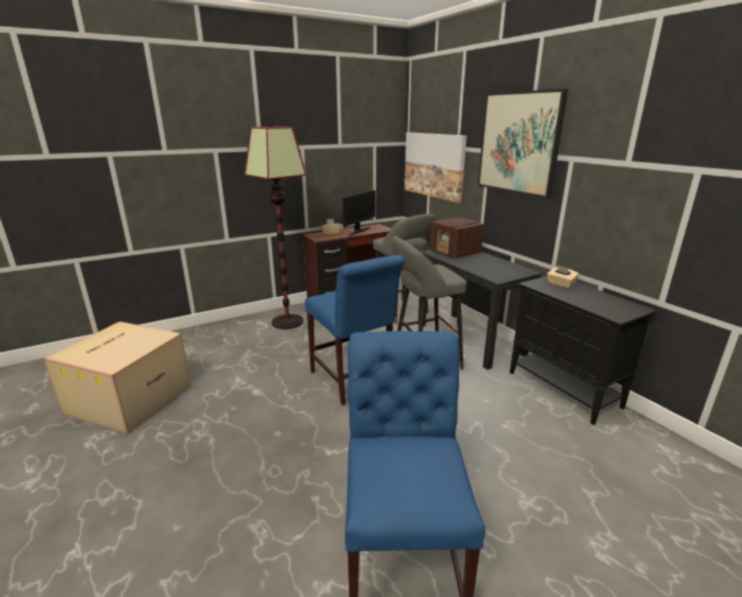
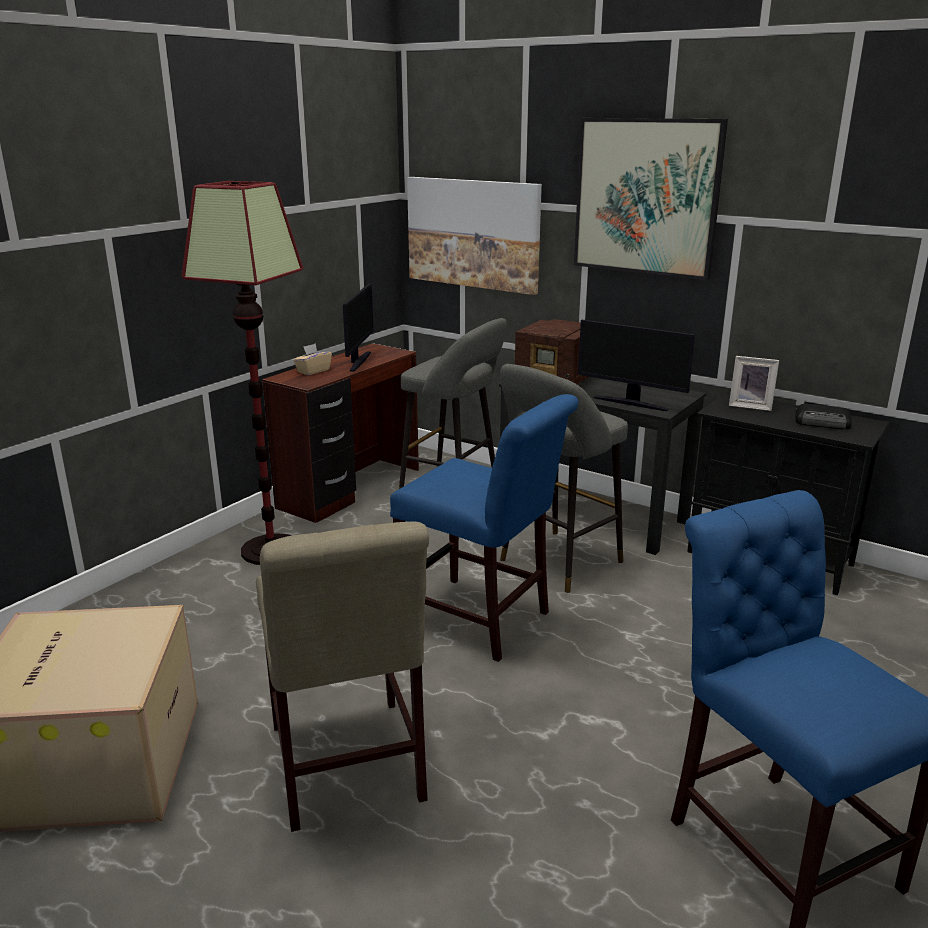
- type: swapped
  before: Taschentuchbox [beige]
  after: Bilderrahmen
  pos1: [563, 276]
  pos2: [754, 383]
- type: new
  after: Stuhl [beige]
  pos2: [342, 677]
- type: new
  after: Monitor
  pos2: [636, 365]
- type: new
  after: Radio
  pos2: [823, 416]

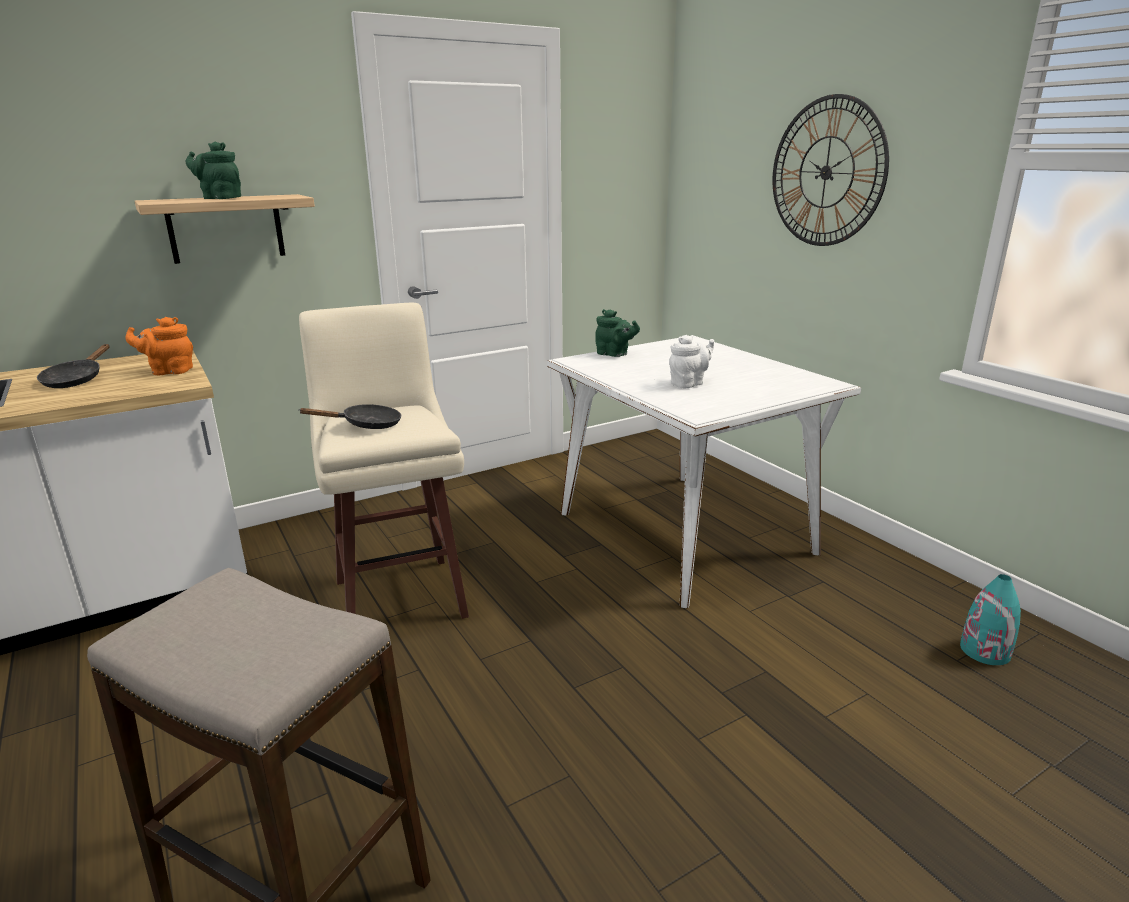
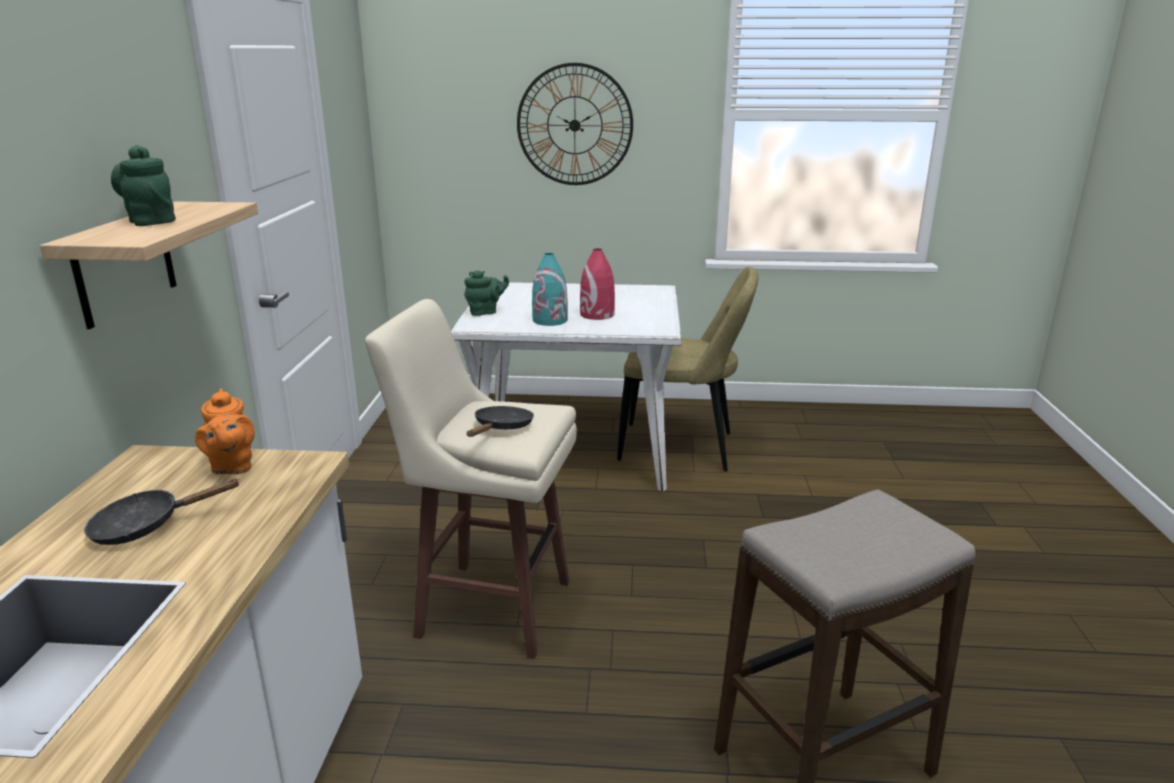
- type: rotated
  before: Pfanne [schwarz]
  pos1: [73, 366]
  pos2: [162, 512]
  turn: 120
- type: rotated
  before: Teekanne [orange]
  pos1: [159, 346]
  pos2: [225, 431]
  turn: -45
- type: rotated
  before: Teekanne [grün]
  pos1: [213, 170]
  pos2: [143, 185]
  turn: 90
- type: swapped
  before: Teekanne [weiß]
  after: Vase [rot]
  pos1: [691, 361]
  pos2: [597, 284]
- type: shifted
  before: Vase [türkis]
  pos1: [990, 619]
  pos2: [550, 289]
- type: new
  after: Stuhl [beige]
  pos2: [687, 369]

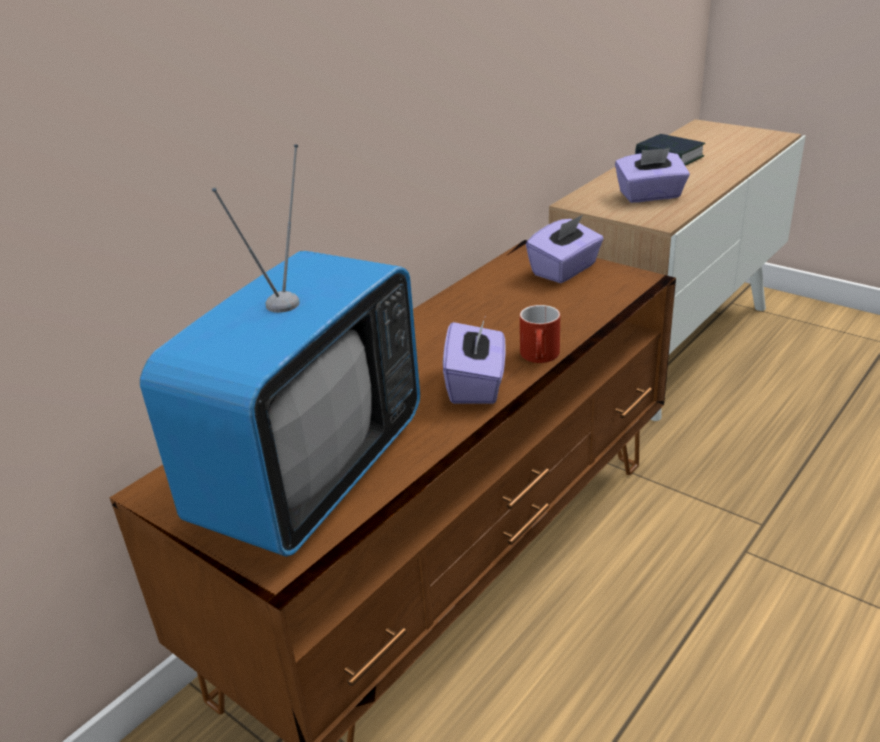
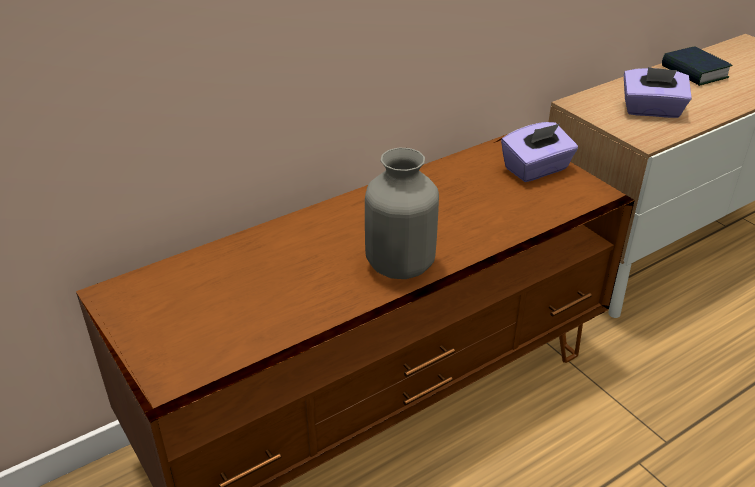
- type: gone
  before: Fernseher
  pos1: [280, 350]
- type: swapped
  before: Taschentuchbox [lila]
  after: Vase [grau]
  pos1: [474, 361]
  pos2: [402, 213]
- type: gone
  before: Henkelbecher [rot]
  pos1: [540, 334]

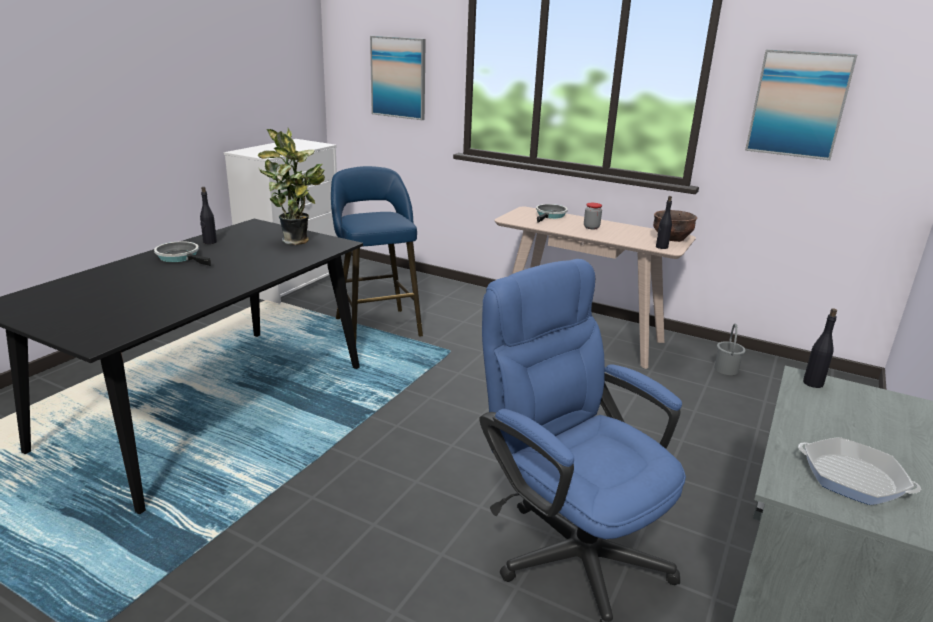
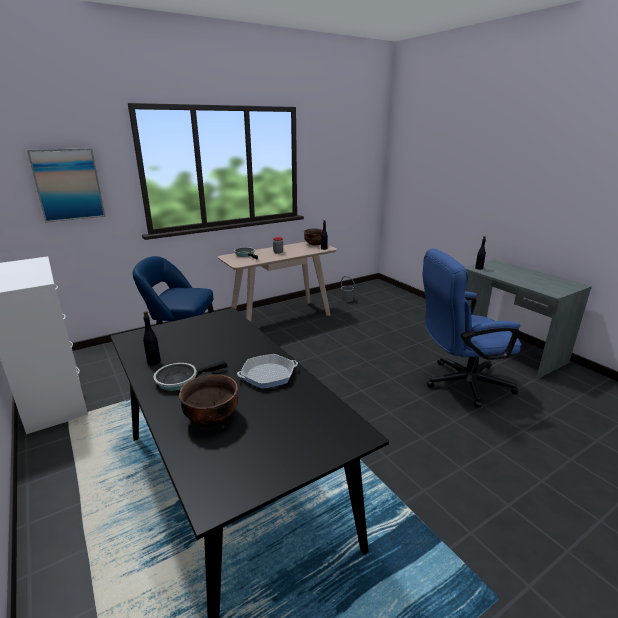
- type: gone
  before: Topfpflanze
  pos1: [291, 186]
- type: gone
  before: Bild
  pos1: [801, 105]
- type: shifted
  before: Pfanne
  pos1: [859, 471]
  pos2: [267, 371]
- type: new
  after: Schüssel [braun]
  pos2: [208, 400]

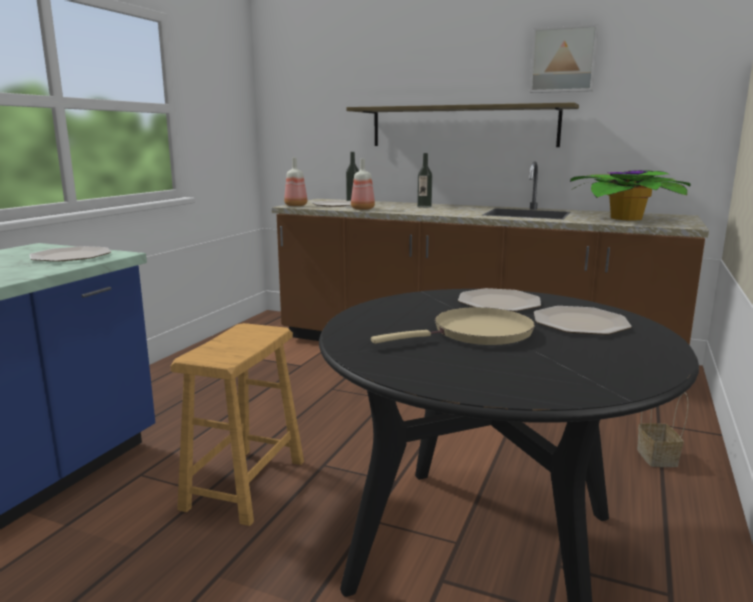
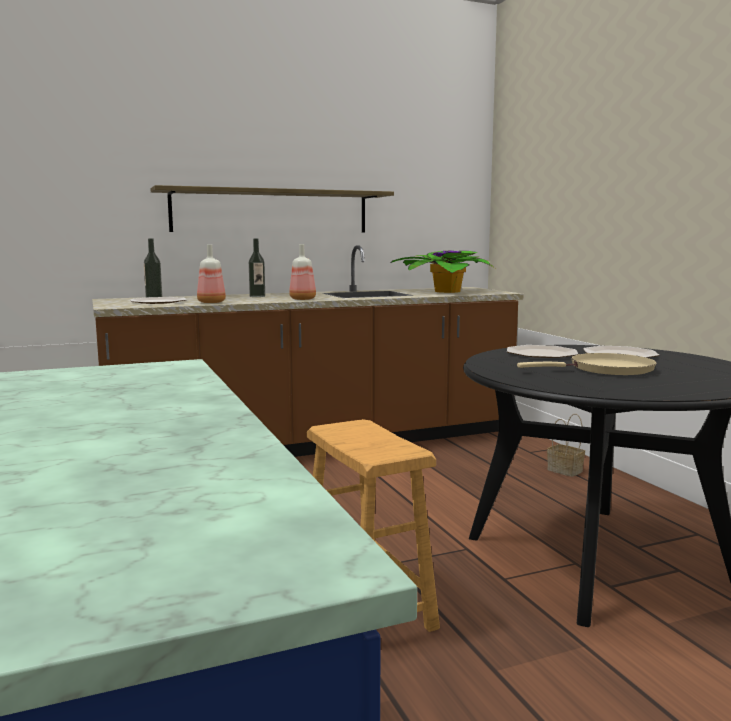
- type: gone
  before: Teller
  pos1: [70, 254]
- type: shifted
  before: Flasche
  pos1: [295, 182]
  pos2: [302, 272]
- type: rotated
  before: Pfanne [beige]
  pos1: [453, 326]
  pos2: [587, 364]
  turn: 60
- type: gone
  before: Bild
  pos1: [564, 58]

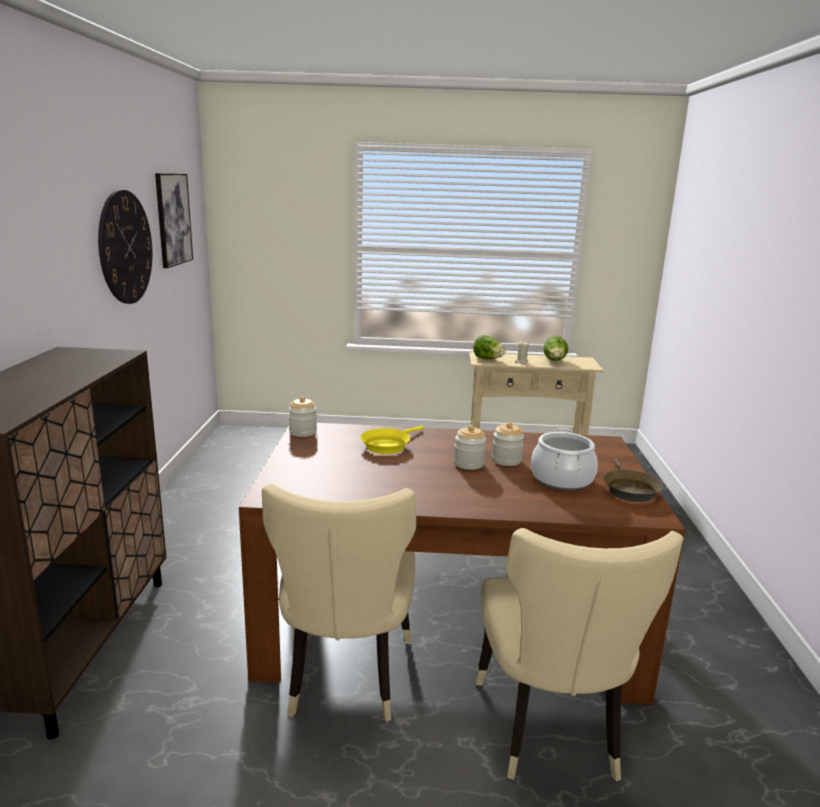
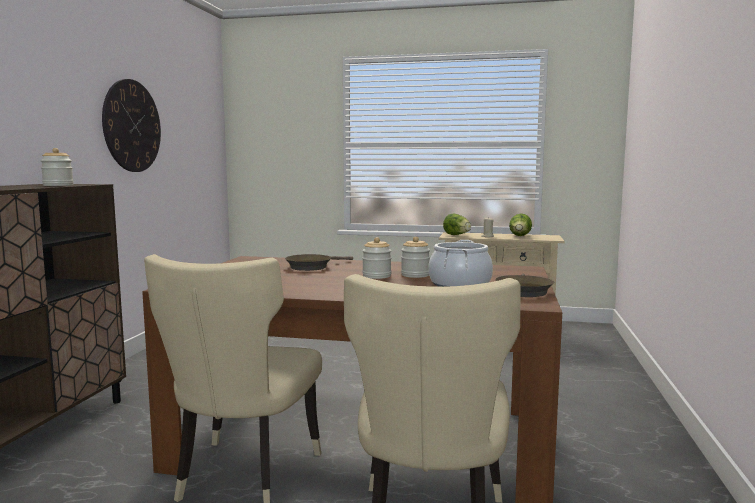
- type: gone
  before: Bild
  pos1: [174, 220]
- type: shifted
  before: Vorratsglas
  pos1: [303, 416]
  pos2: [57, 167]
- type: repainted
  before: Pfanne [gelb]
  after: Pfanne [braun]
  pos1: [392, 440]
  pos2: [319, 262]

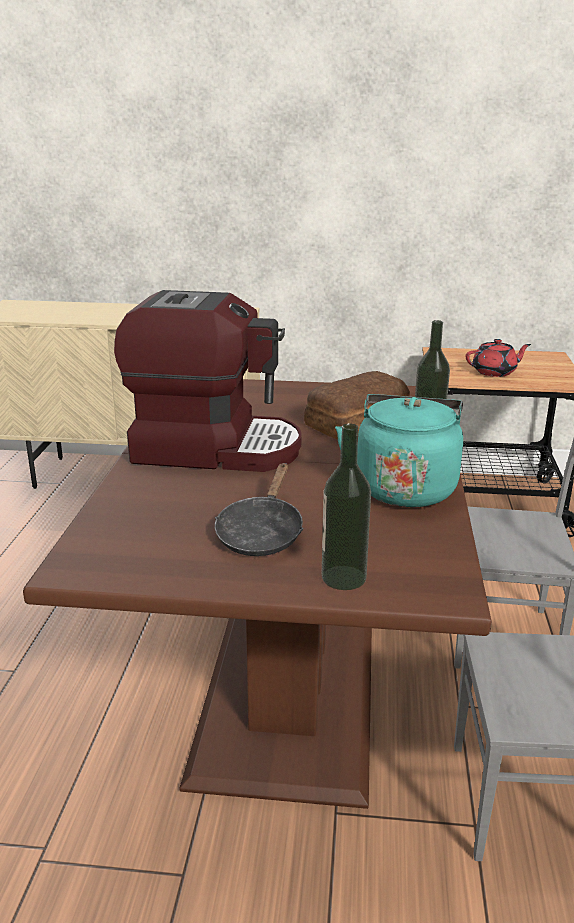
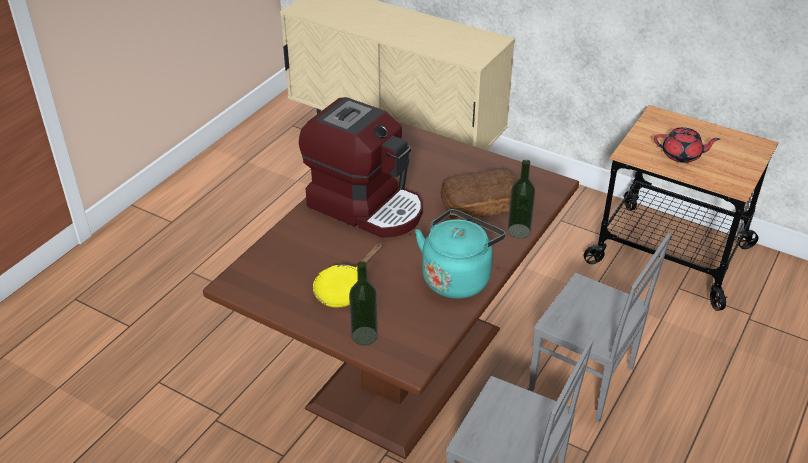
- type: repainted
  before: Pfanne [schwarz]
  after: Pfanne [gelb]
  pos1: [259, 509]
  pos2: [347, 275]

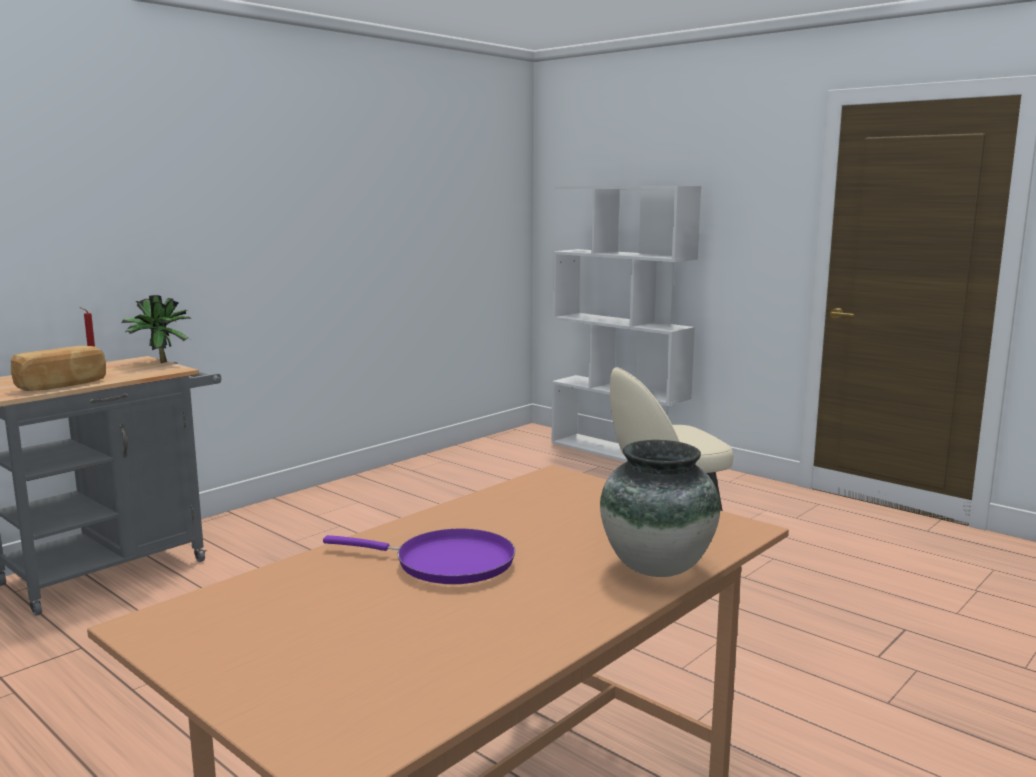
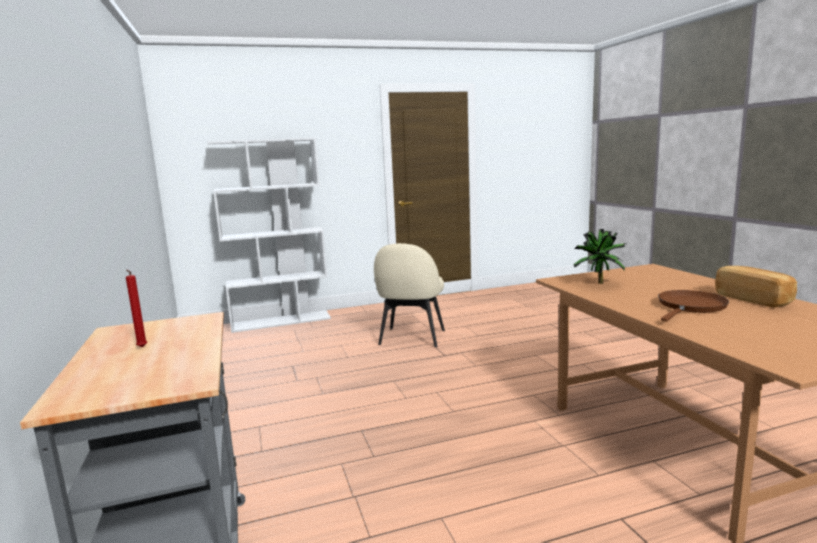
- type: shifted
  before: Brot
  pos1: [58, 368]
  pos2: [756, 287]
- type: shifted
  before: Topfpflanze
  pos1: [157, 329]
  pos2: [599, 256]
- type: repainted
  before: Pfanne [lila]
  after: Pfanne [braun]
  pos1: [419, 556]
  pos2: [693, 305]
- type: gone
  before: Vase
  pos1: [660, 508]

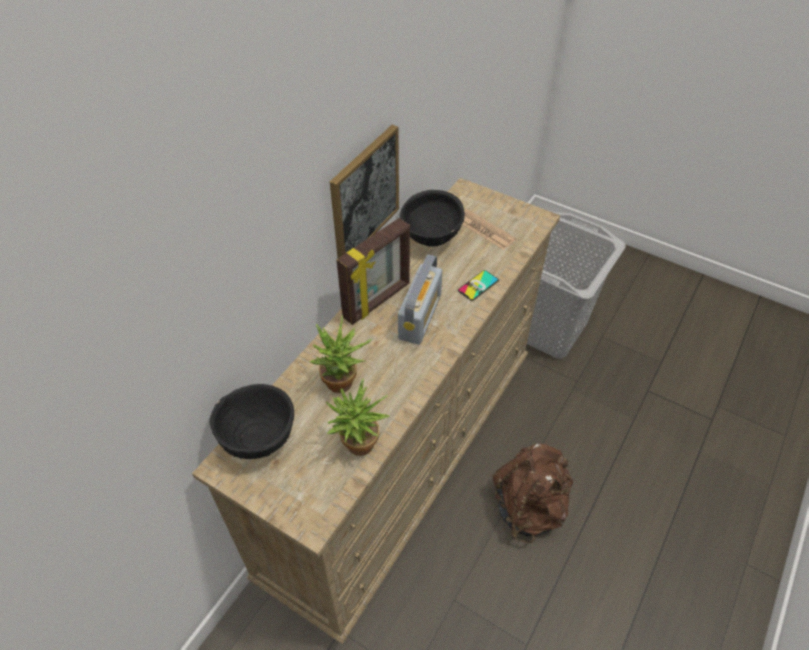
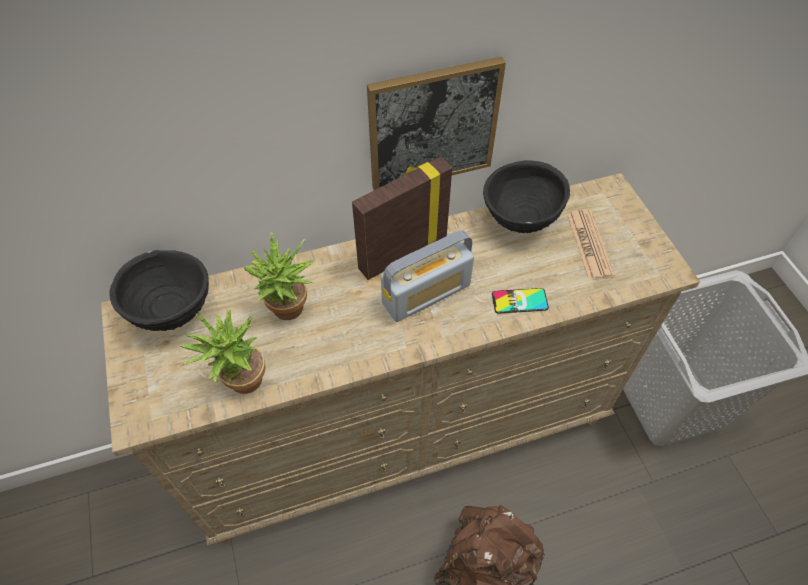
- type: rotated
  before: Bilderrahmen
  pos1: [373, 271]
  pos2: [402, 218]
  turn: 150

